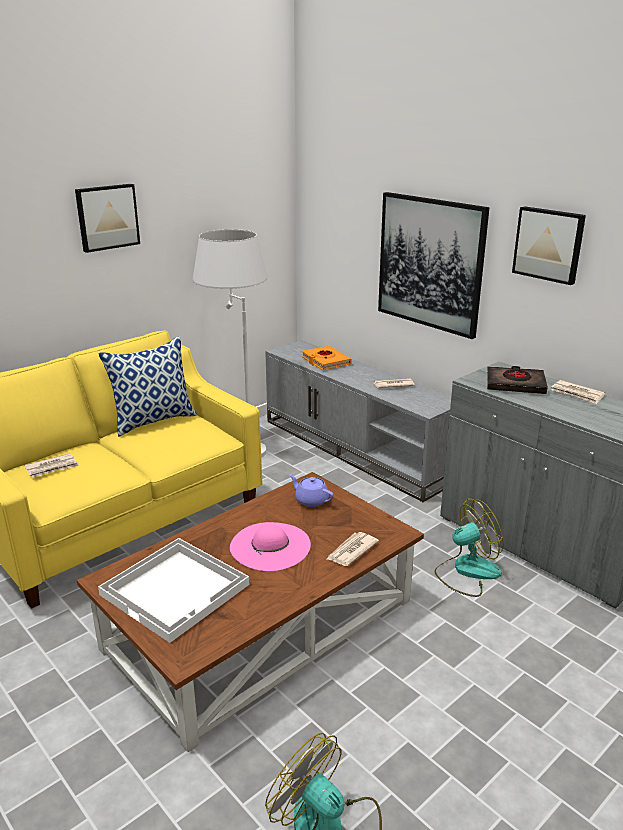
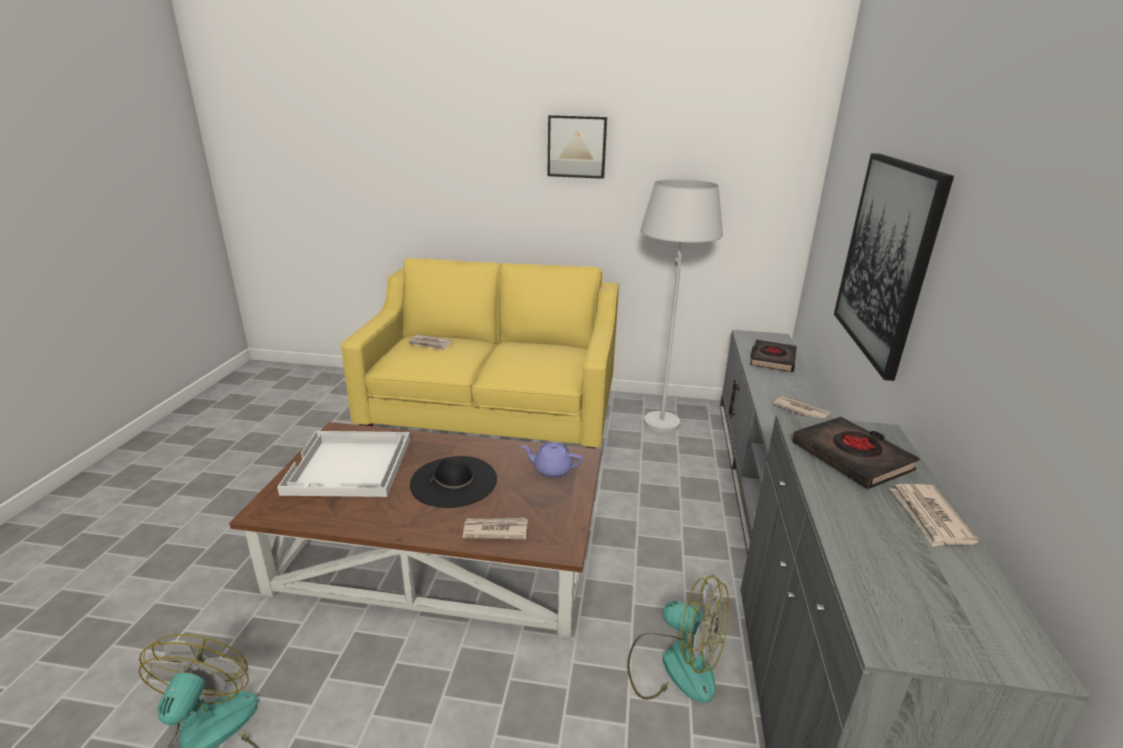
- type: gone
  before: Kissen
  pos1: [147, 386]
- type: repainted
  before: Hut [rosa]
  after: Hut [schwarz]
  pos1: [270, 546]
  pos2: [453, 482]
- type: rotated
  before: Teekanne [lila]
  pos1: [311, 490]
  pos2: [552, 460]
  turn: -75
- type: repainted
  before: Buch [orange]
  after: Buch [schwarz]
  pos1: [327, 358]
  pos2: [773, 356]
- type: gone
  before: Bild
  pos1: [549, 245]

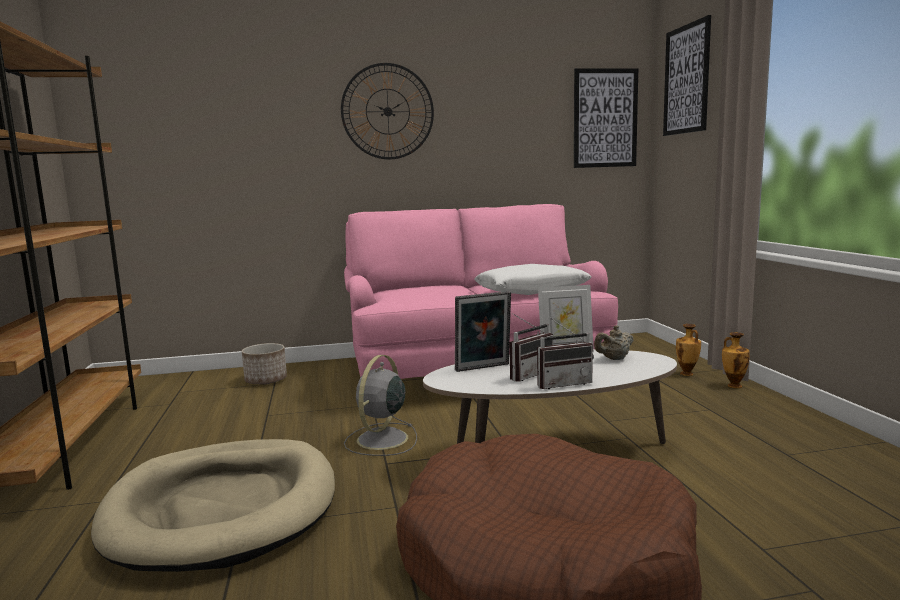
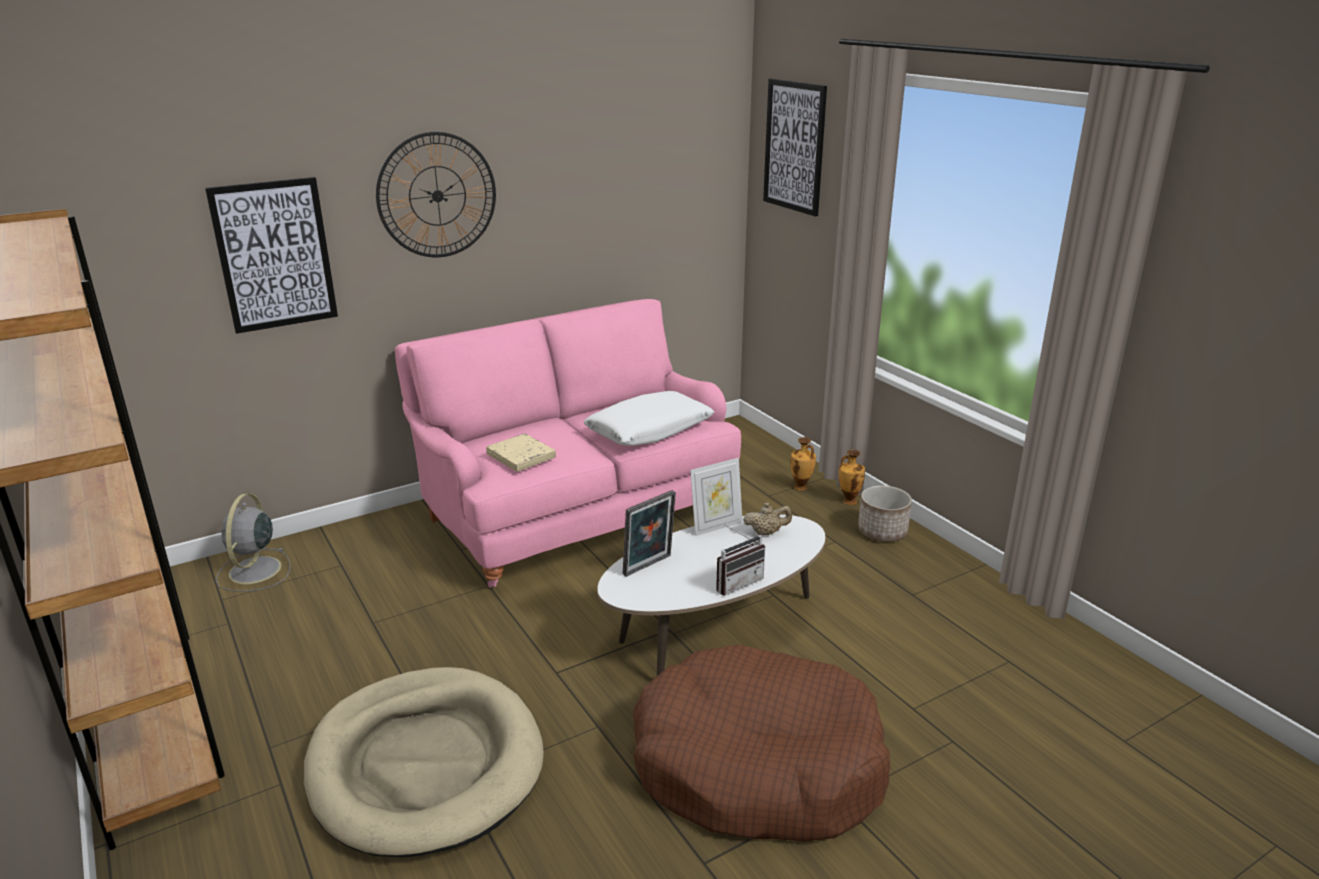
- type: shifted
  before: Pflanzkübel
  pos1: [264, 364]
  pos2: [885, 513]
- type: shifted
  before: Ventilator [grau]
  pos1: [380, 405]
  pos2: [253, 542]
- type: gone
  before: Radio
  pos1: [531, 347]
- type: shifted
  before: Bild
  pos1: [606, 118]
  pos2: [271, 255]
- type: rotated
  before: Teekanne [beige]
  pos1: [613, 342]
  pos2: [767, 519]
  turn: -135
- type: new
  after: Buch [beige]
  pos2: [521, 452]

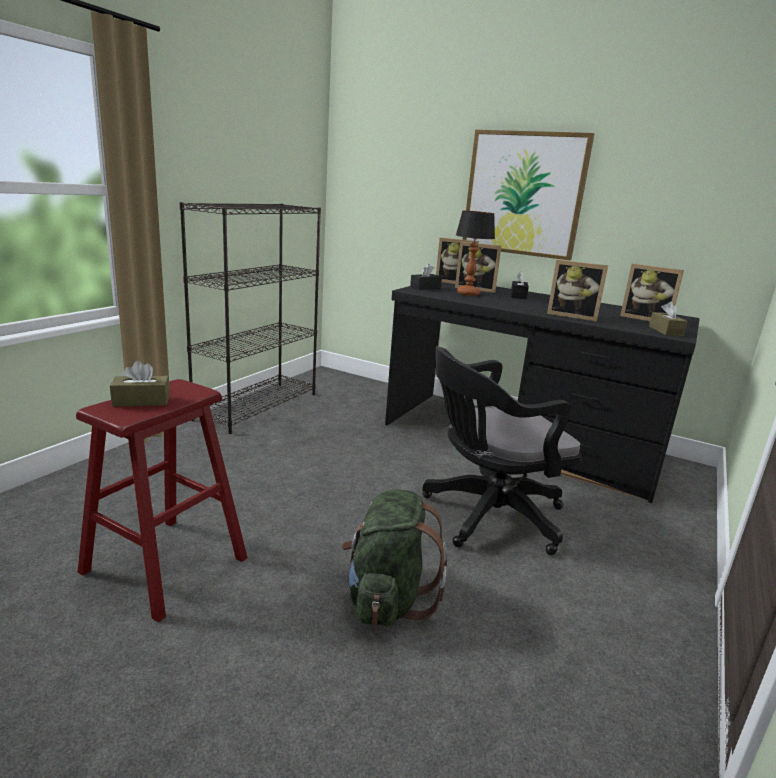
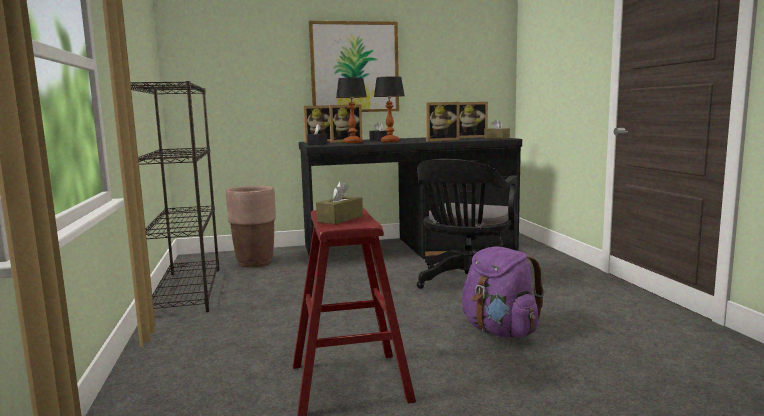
- type: repainted
  before: Rucksack [grün]
  after: Rucksack [lila]
  pos1: [394, 558]
  pos2: [503, 292]
- type: new
  after: Pflanzkübel [braun]
  pos2: [251, 226]
- type: new
  after: Tischlampe
  pos2: [389, 109]

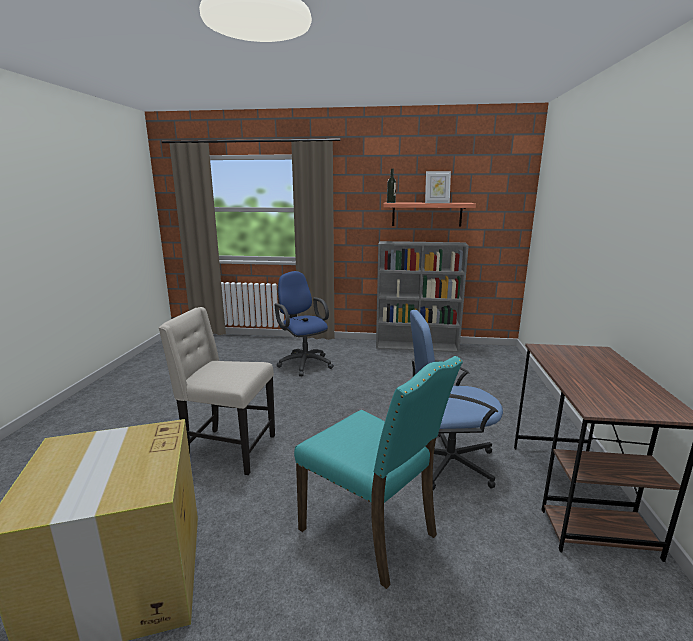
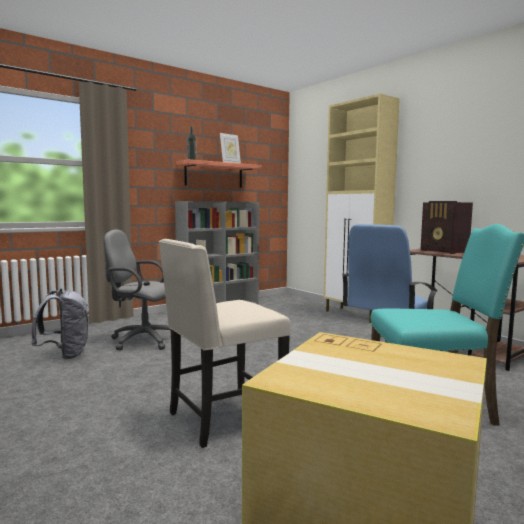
- type: repainted
  before: Bürostuhl [blau]
  after: Bürostuhl [grau]
  pos1: [304, 323]
  pos2: [137, 289]
- type: new
  after: Rucksack [grau]
  pos2: [60, 323]
- type: new
  after: Schrank [beige]
  pos2: [362, 208]
- type: new
  after: Radio
  pos2: [447, 227]

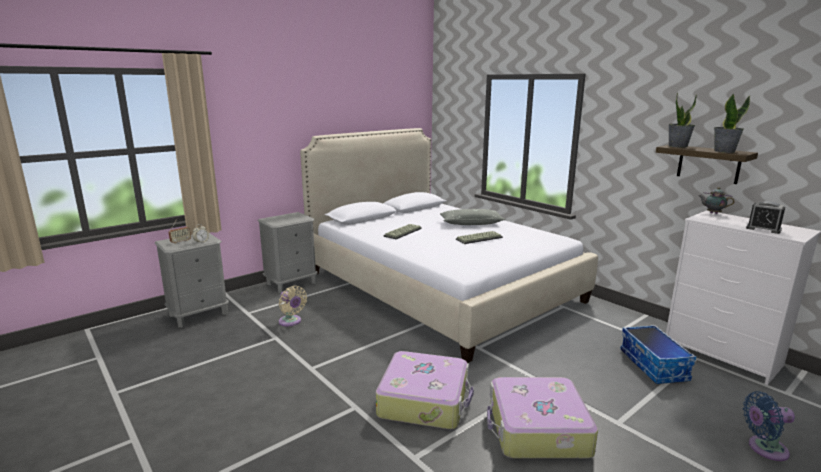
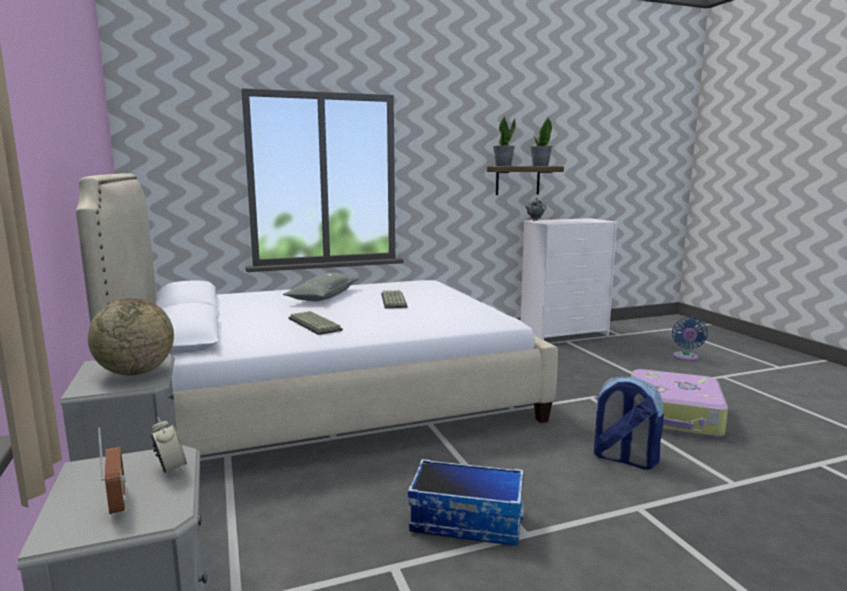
- type: gone
  before: Ventilator [beige]
  pos1: [293, 306]
- type: swapped
  before: Koffer
  after: Rucksack
  pos1: [425, 390]
  pos2: [629, 423]
- type: shifted
  before: Aufbewahrungsbox
  pos1: [658, 354]
  pos2: [466, 502]
- type: gone
  before: Wecker
  pos1: [765, 217]
- type: new
  after: Globus
  pos2: [131, 337]

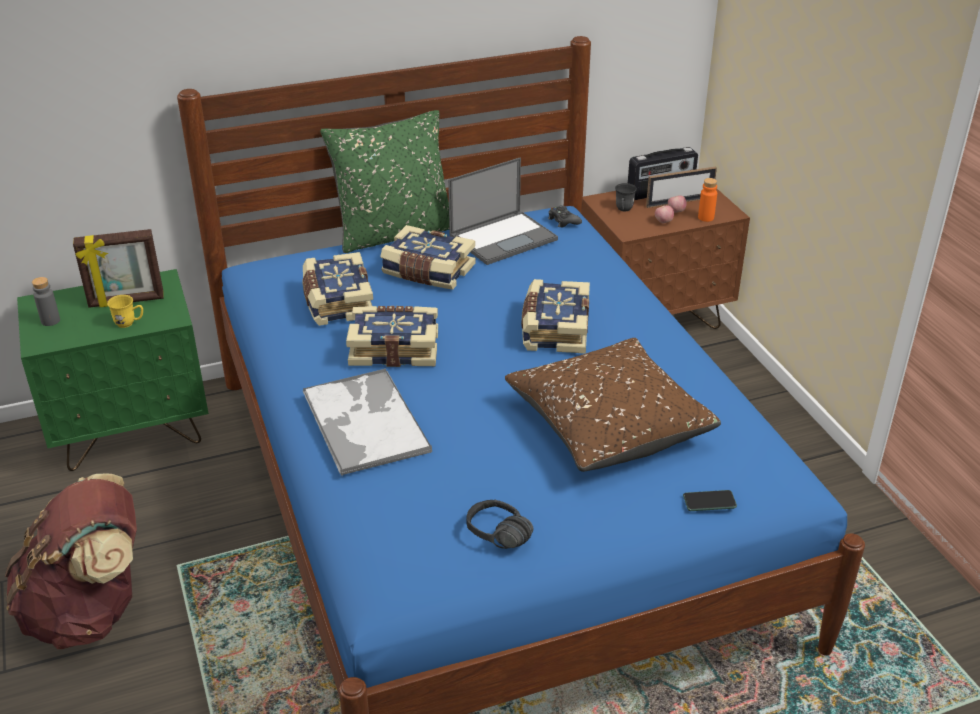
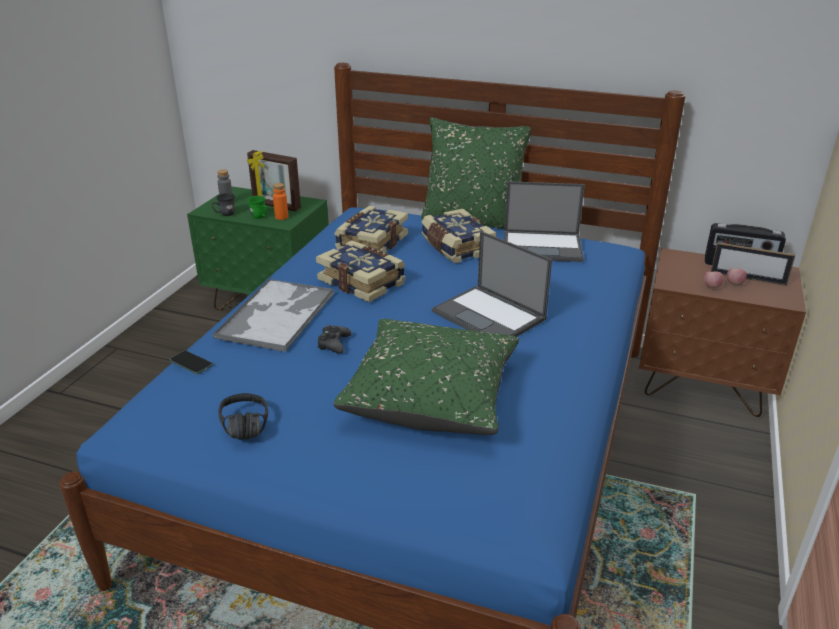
- type: gone
  before: Rucksack [braun]
  pos1: [71, 561]
- type: repainted
  before: Henkelbecher [gelb]
  after: Henkelbecher [grün]
  pos1: [125, 311]
  pos2: [257, 207]
- type: repainted
  before: Kissen [braun]
  after: Kissen [grün]
  pos1: [613, 405]
  pos2: [426, 377]
- type: swapped
  before: Buch
  after: Laptop
  pos1: [555, 316]
  pos2: [492, 284]
- type: shifted
  before: Gamepad [schwarz]
  pos1: [565, 216]
  pos2: [334, 339]
- type: shifted
  before: Henkelbecher [grau]
  pos1: [626, 197]
  pos2: [223, 204]
- type: shifted
  before: Handy
  pos1: [710, 500]
  pos2: [191, 362]
- type: shifted
  before: Flasche [orange]
  pos1: [707, 200]
  pos2: [280, 201]

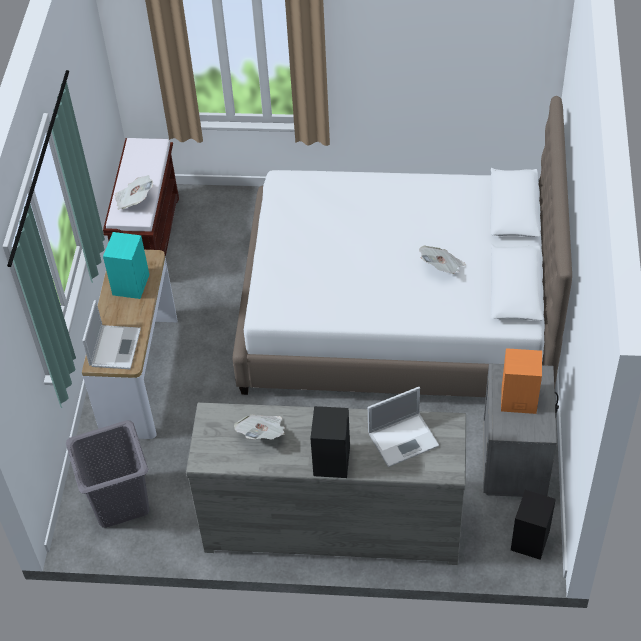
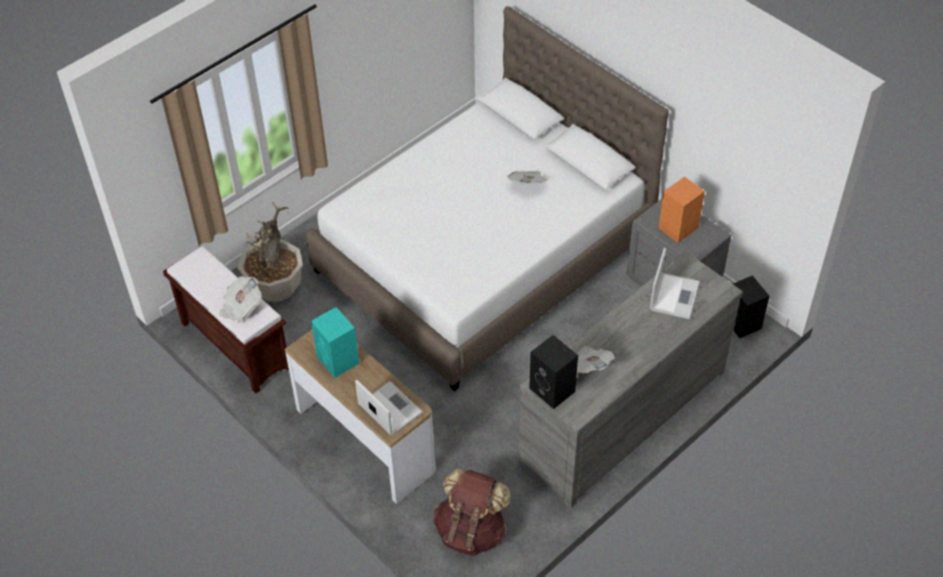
- type: swapped
  before: Wäschekorb [grau]
  after: Rucksack [braun]
  pos1: [107, 474]
  pos2: [472, 512]
- type: shifted
  before: Lautsprecher [schwarz]
  pos1: [330, 442]
  pos2: [553, 372]
- type: new
  after: Topfpflanze
  pos2: [270, 252]

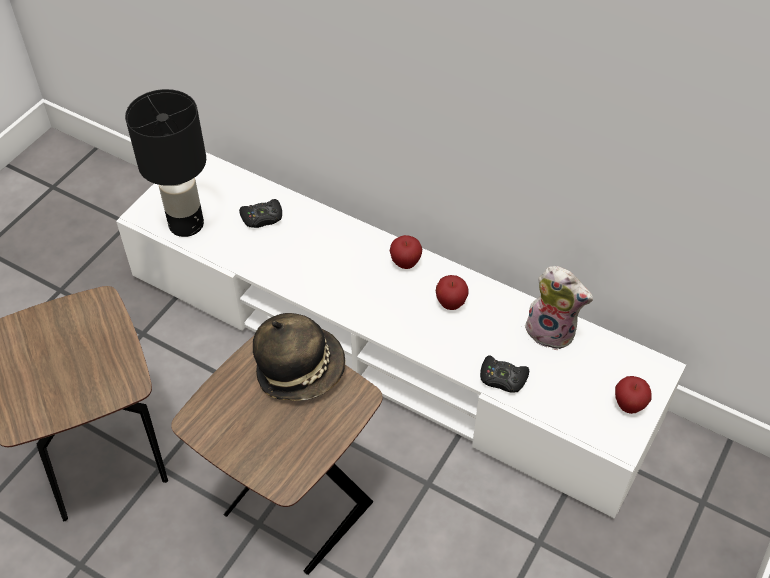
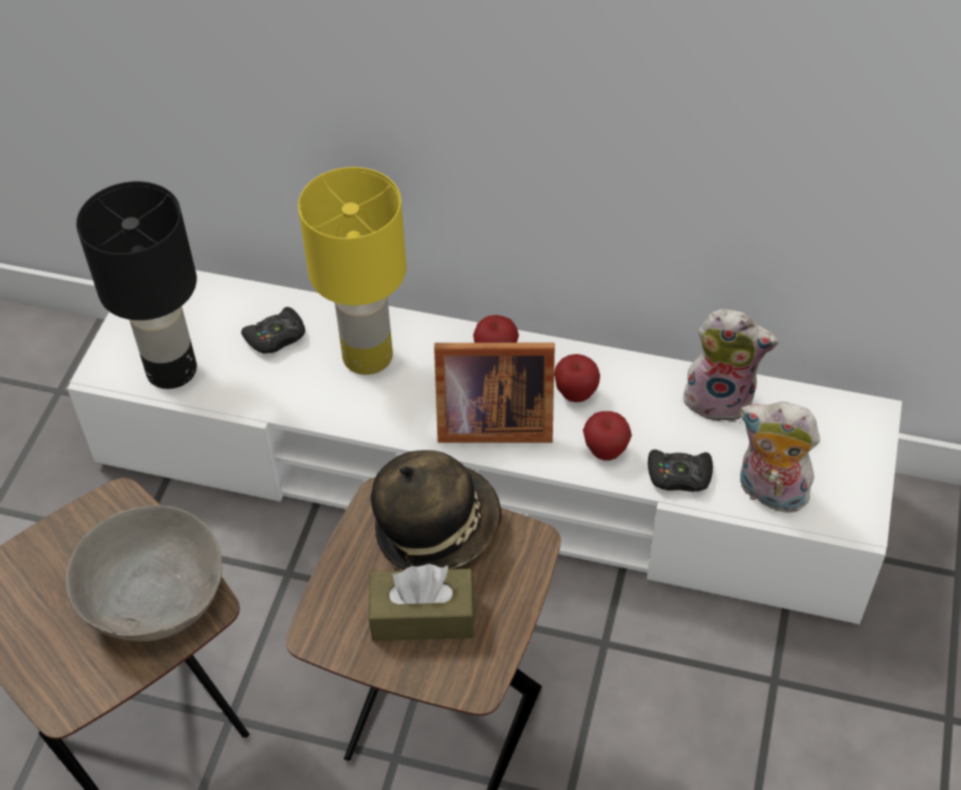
- type: shifted
  before: Apfel
  pos1: [633, 395]
  pos2: [607, 436]
- type: new
  after: Schüssel [grau]
  pos2: [144, 573]
- type: new
  after: Tischlampe [gelb]
  pos2: [352, 271]
- type: new
  after: Taschentuchbox [braun]
  pos2: [422, 602]
- type: new
  after: Bilderrahmen
  pos2: [494, 393]
- type: new
  after: Plüschtier
  pos2: [780, 457]

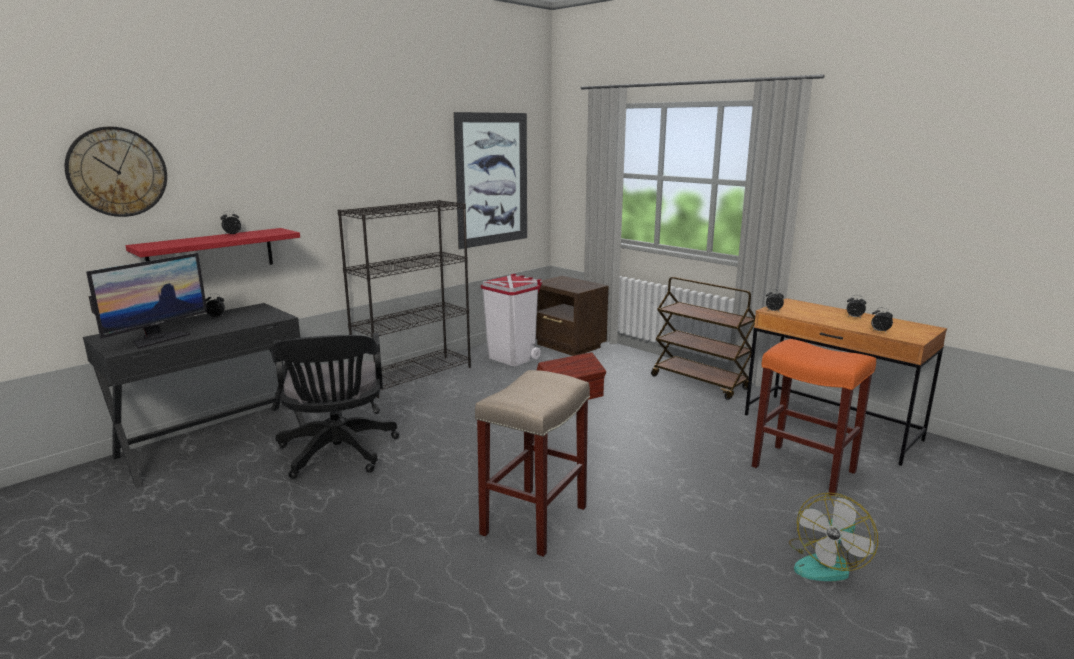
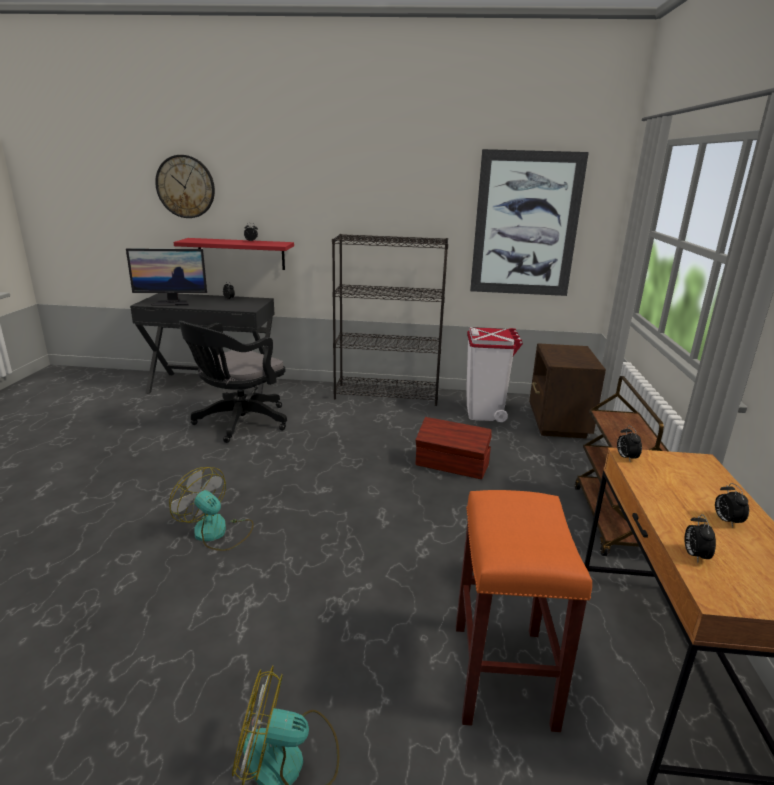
- type: swapped
  before: Hocker [beige]
  after: Ventilator
  pos1: [532, 463]
  pos2: [211, 509]

